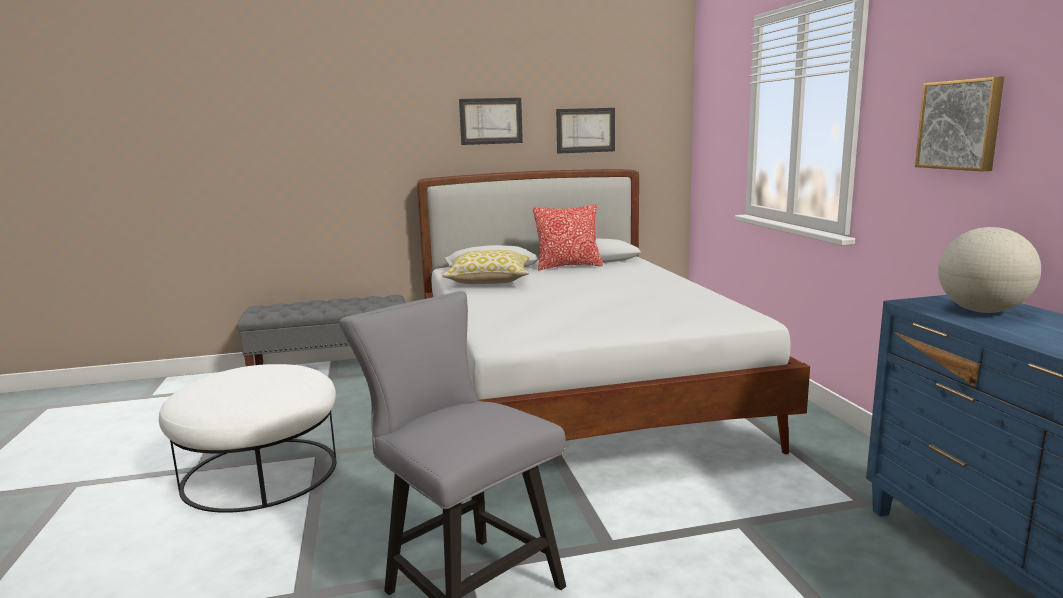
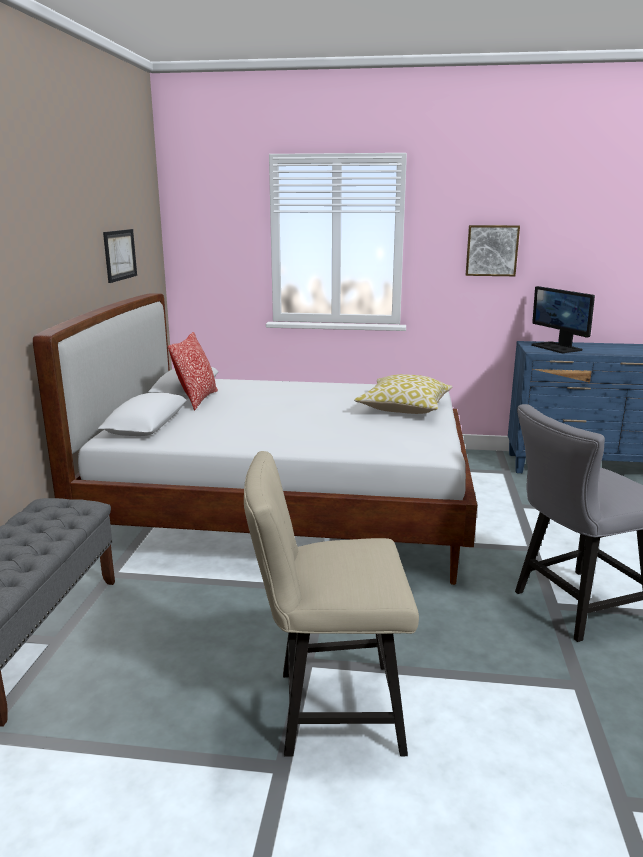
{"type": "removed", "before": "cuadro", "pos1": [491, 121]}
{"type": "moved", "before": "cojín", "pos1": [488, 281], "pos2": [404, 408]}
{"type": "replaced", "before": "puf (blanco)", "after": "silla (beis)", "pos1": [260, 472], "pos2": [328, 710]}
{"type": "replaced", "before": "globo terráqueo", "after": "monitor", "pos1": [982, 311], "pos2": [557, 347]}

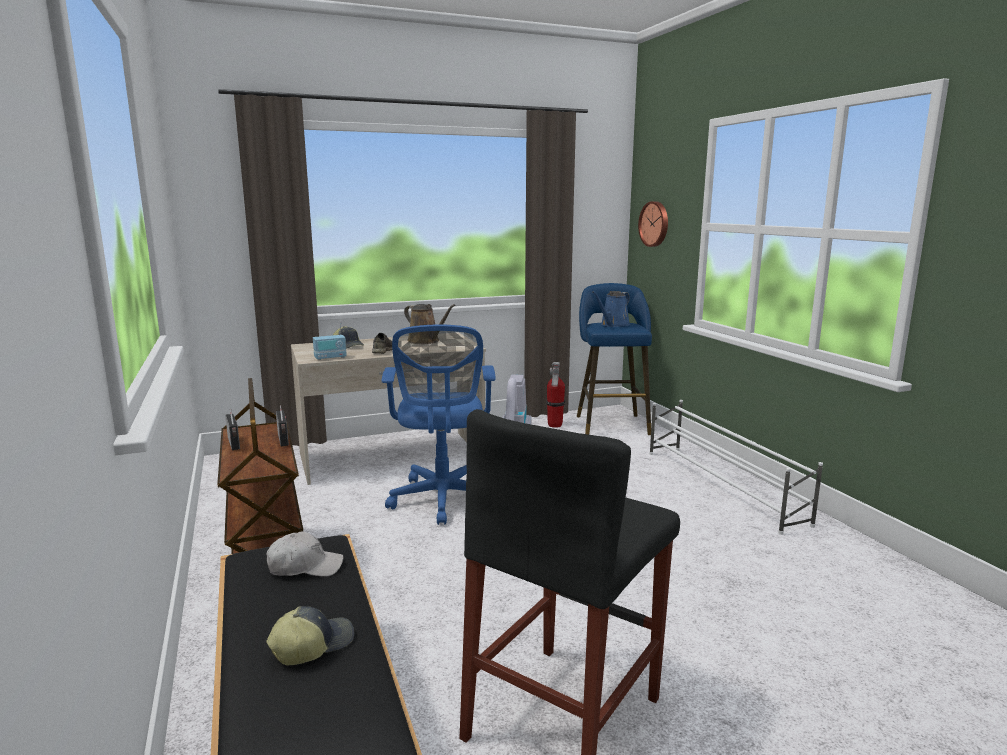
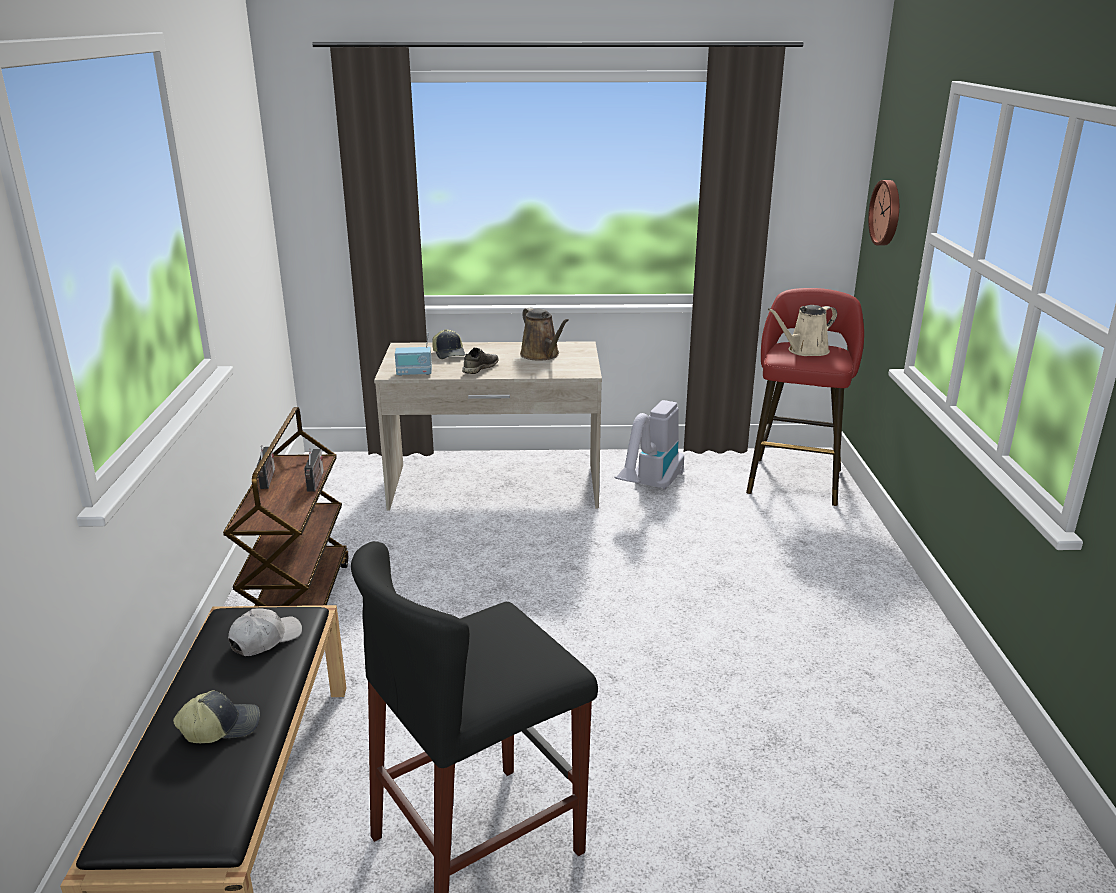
{"type": "removed", "before": "silla de oficina (azul)", "pos1": [442, 500]}
{"type": "removed", "before": "extintor", "pos1": [554, 425]}
{"type": "removed", "before": "zapatero (blanco)", "pos1": [721, 486]}
{"type": "recoloured", "before": "taburete (azul)", "after": "taburete (rojo)", "pos1": [611, 424], "pos2": [795, 478]}
{"type": "recoloured", "before": "regadera (azul)", "after": "regadera (beis)", "pos1": [613, 325], "pos2": [805, 351]}
{"type": "turned", "before": "gorra (blanco)", "pos1": [305, 566], "pos2": [265, 639], "turn": -60}

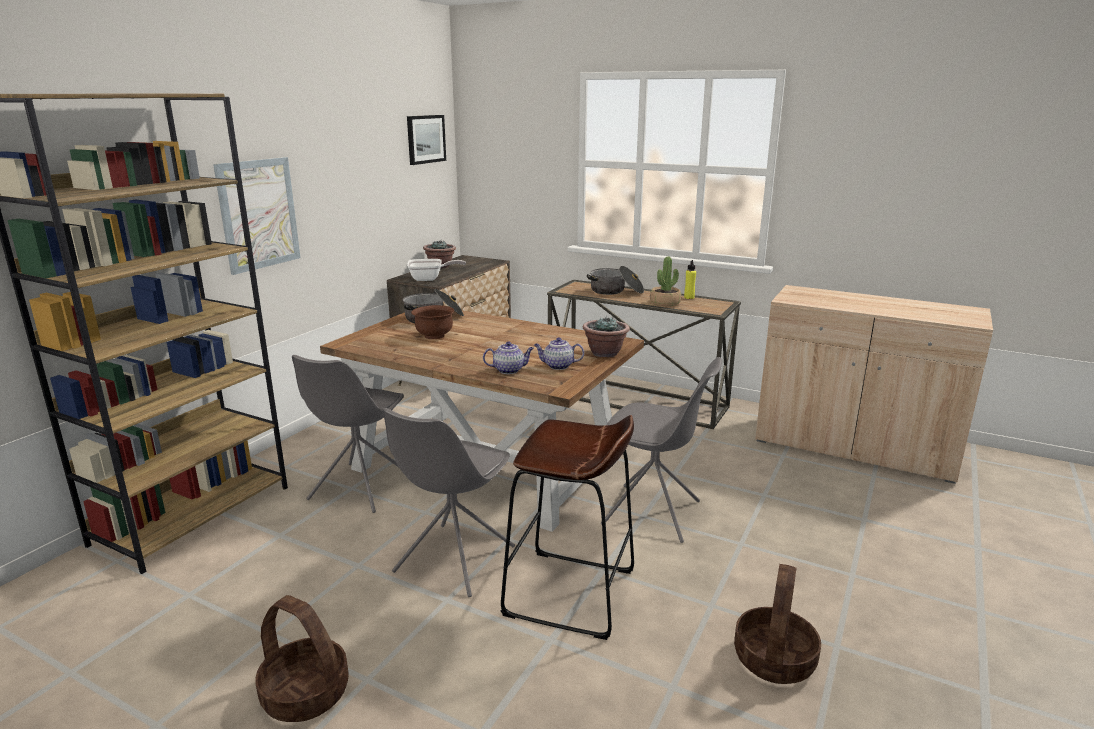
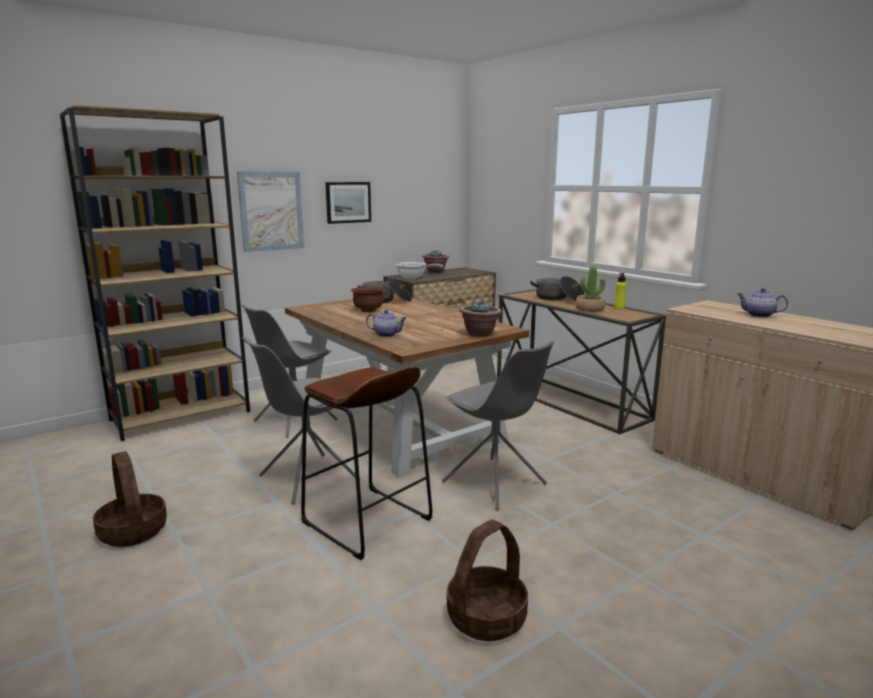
{"type": "moved", "before": "cuadro", "pos1": [425, 139], "pos2": [348, 202]}
{"type": "moved", "before": "tetera", "pos1": [558, 366], "pos2": [758, 315]}

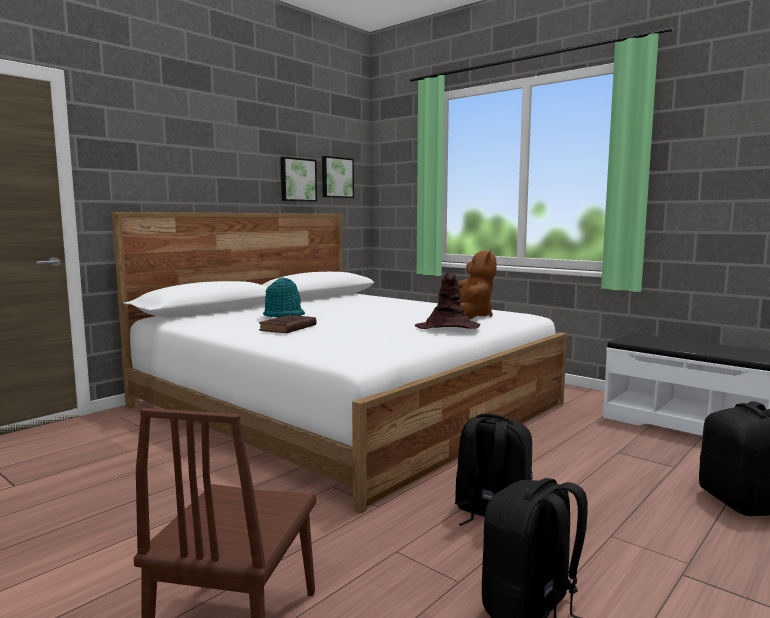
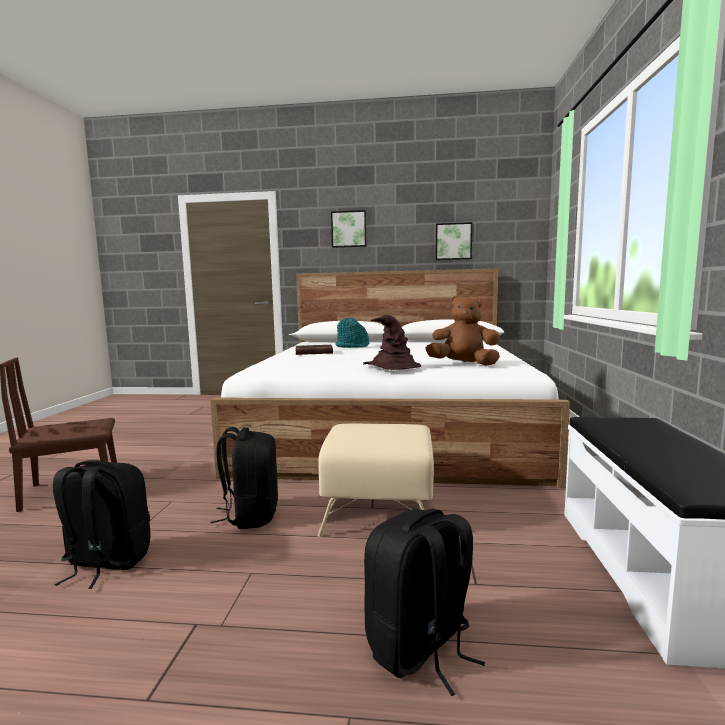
{"type": "added", "after": "puf (beis)", "pos2": [380, 511]}
{"type": "moved", "before": "cuadro", "pos1": [336, 177], "pos2": [349, 229]}
{"type": "turned", "before": "peluche (marrón)", "pos1": [471, 316], "pos2": [463, 364], "turn": -135}

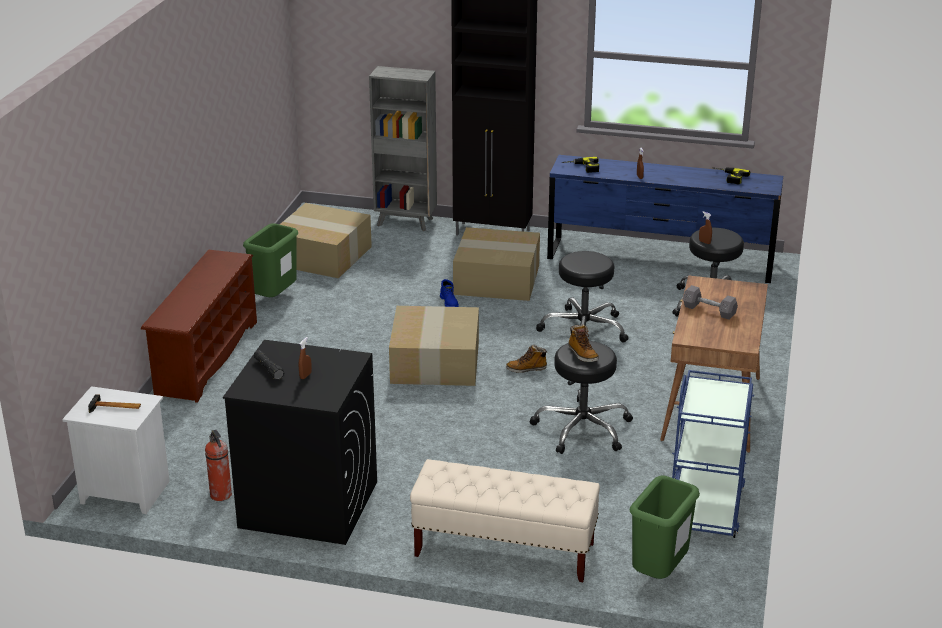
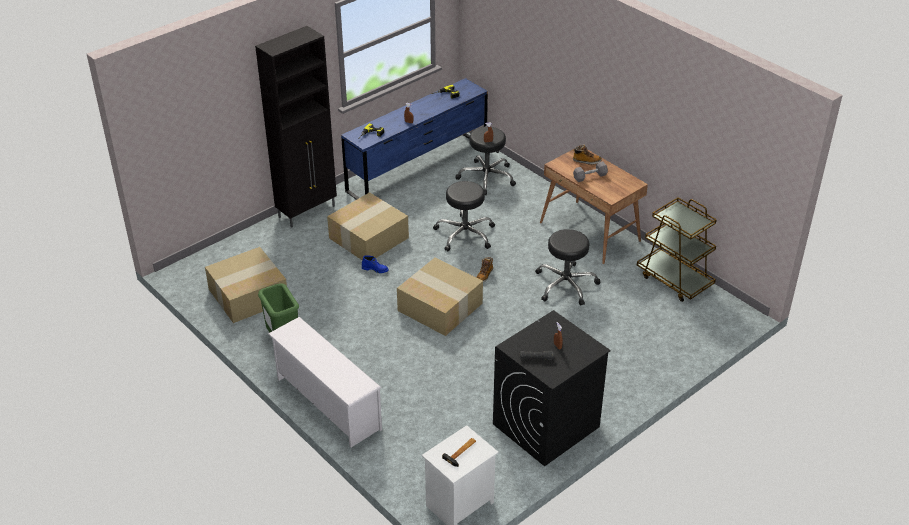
{"type": "removed", "before": "extintor", "pos1": [221, 495]}
{"type": "removed", "before": "estantería (gris)", "pos1": [406, 222]}
{"type": "removed", "before": "banco (beis)", "pos1": [504, 550]}
{"type": "removed", "before": "papelera (verde)", "pos1": [659, 574]}
{"type": "moved", "before": "bota", "pos1": [582, 354], "pos2": [586, 161]}
{"type": "recoloured", "before": "zapatero (marrón)", "after": "zapatero (blanco)", "pos1": [206, 357], "pos2": [326, 404]}
{"type": "recoloured", "before": "carrito (azul)", "after": "carrito (marrón)", "pos1": [705, 507], "pos2": [674, 280]}

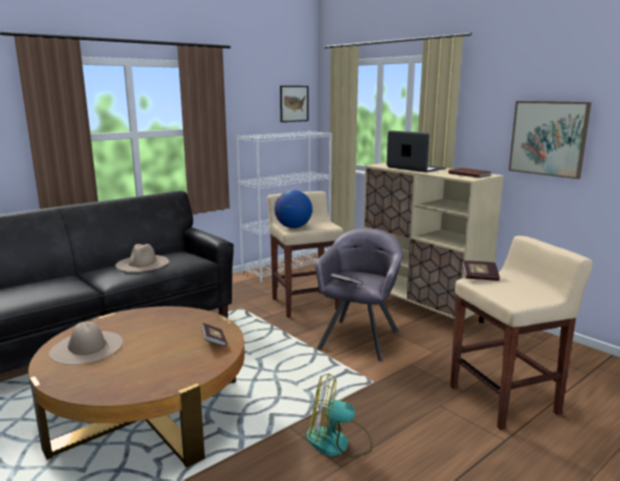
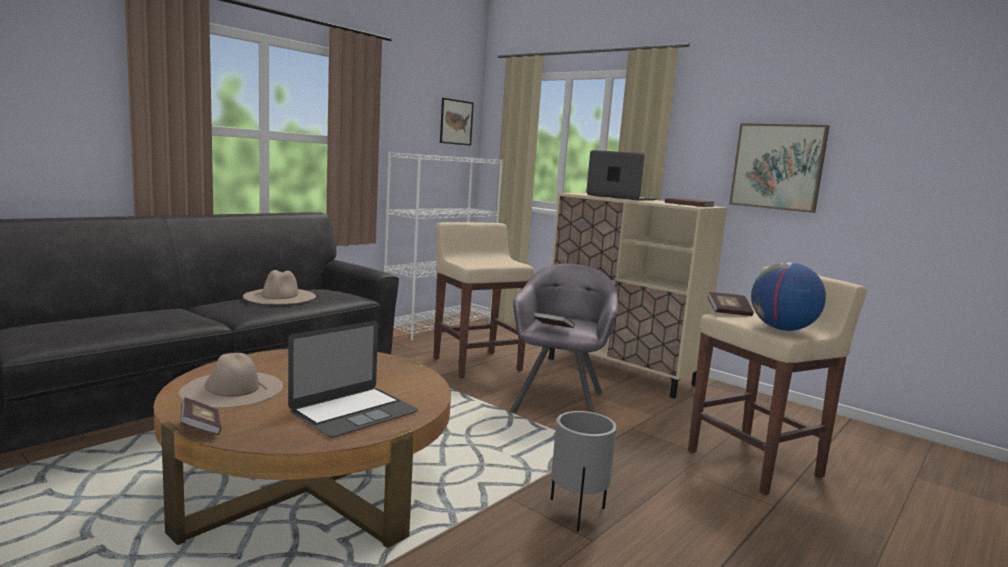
{"type": "added", "after": "portátil", "pos2": [354, 411]}
{"type": "moved", "before": "libro", "pos1": [214, 341], "pos2": [201, 428]}
{"type": "moved", "before": "globo terráqueo", "pos1": [293, 227], "pos2": [782, 329]}
{"type": "replaced", "before": "ventilador", "after": "maceta (gris)", "pos1": [338, 442], "pos2": [577, 513]}

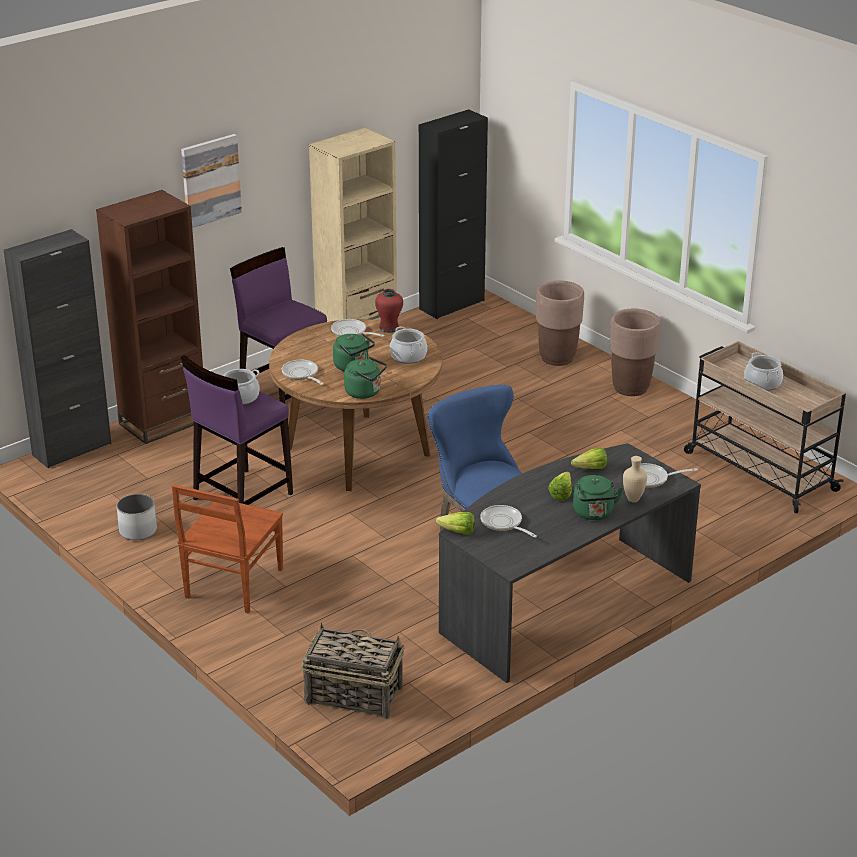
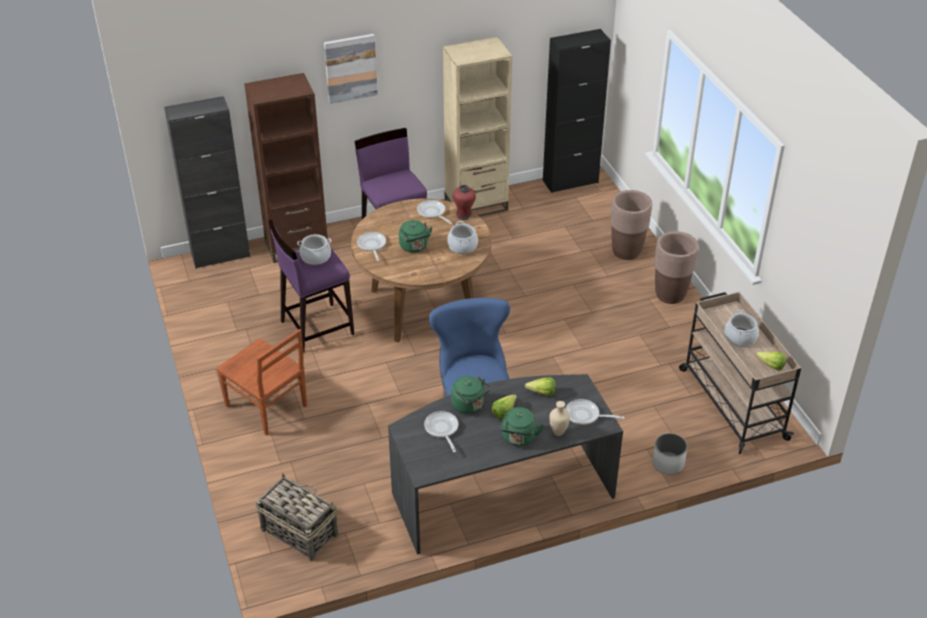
{"type": "moved", "before": "maceta (blanco)", "pos1": [138, 531], "pos2": [668, 463]}
{"type": "moved", "before": "hervidor (verde)", "pos1": [365, 392], "pos2": [469, 406]}
{"type": "moved", "before": "lechuga", "pos1": [455, 531], "pos2": [769, 365]}
{"type": "turned", "before": "silla (marrón)", "pos1": [233, 585], "pos2": [267, 407], "turn": -90}

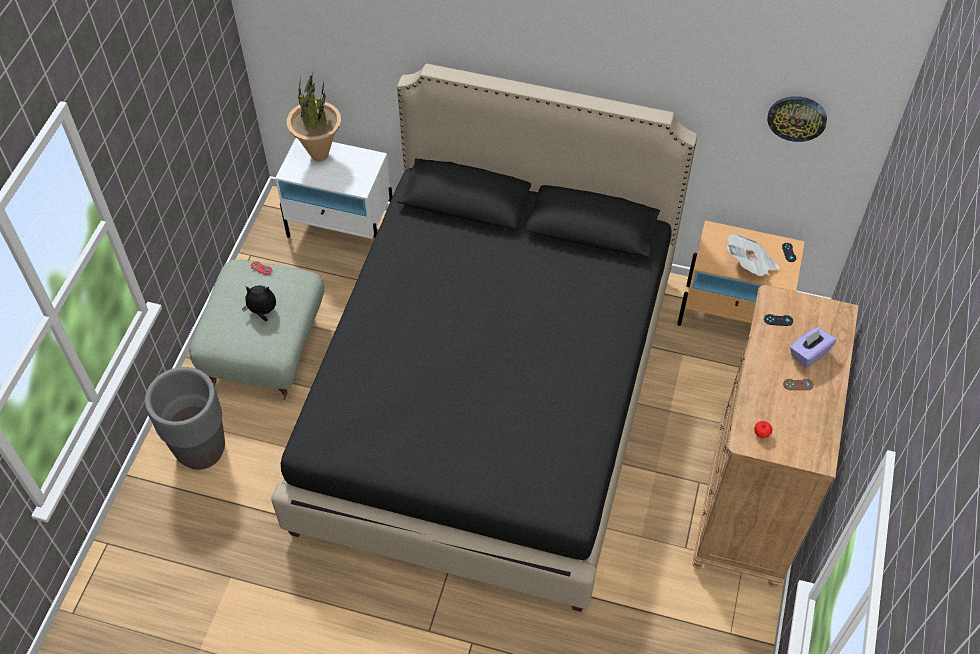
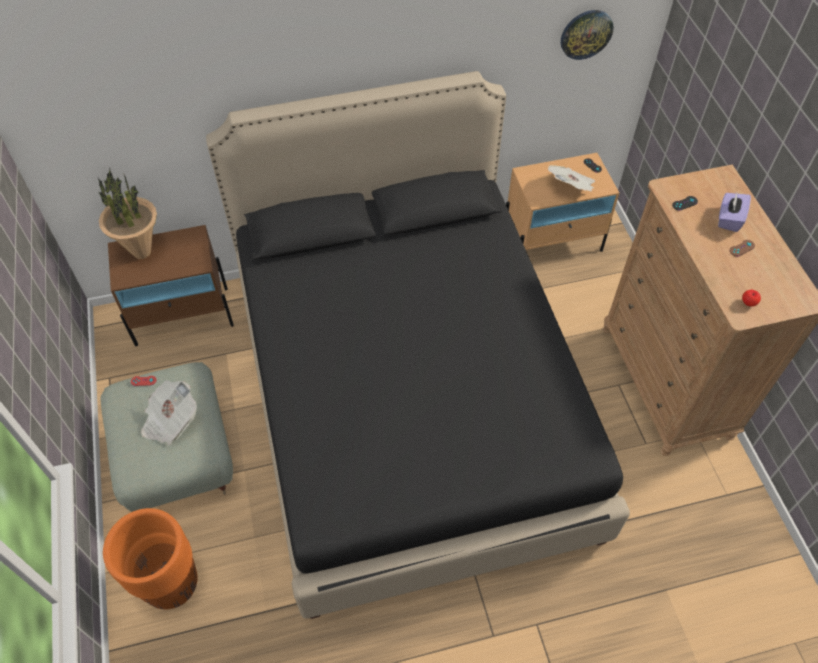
{"type": "replaced", "before": "peluche", "after": "periódico", "pos1": [262, 311], "pos2": [171, 421]}
{"type": "recoloured", "before": "maceta (gris)", "after": "maceta (naranja)", "pos1": [201, 450], "pos2": [172, 584]}
{"type": "recoloured", "before": "mesita de noche (blanco)", "after": "mesita de noche (marrón)", "pos1": [341, 229], "pos2": [183, 316]}

